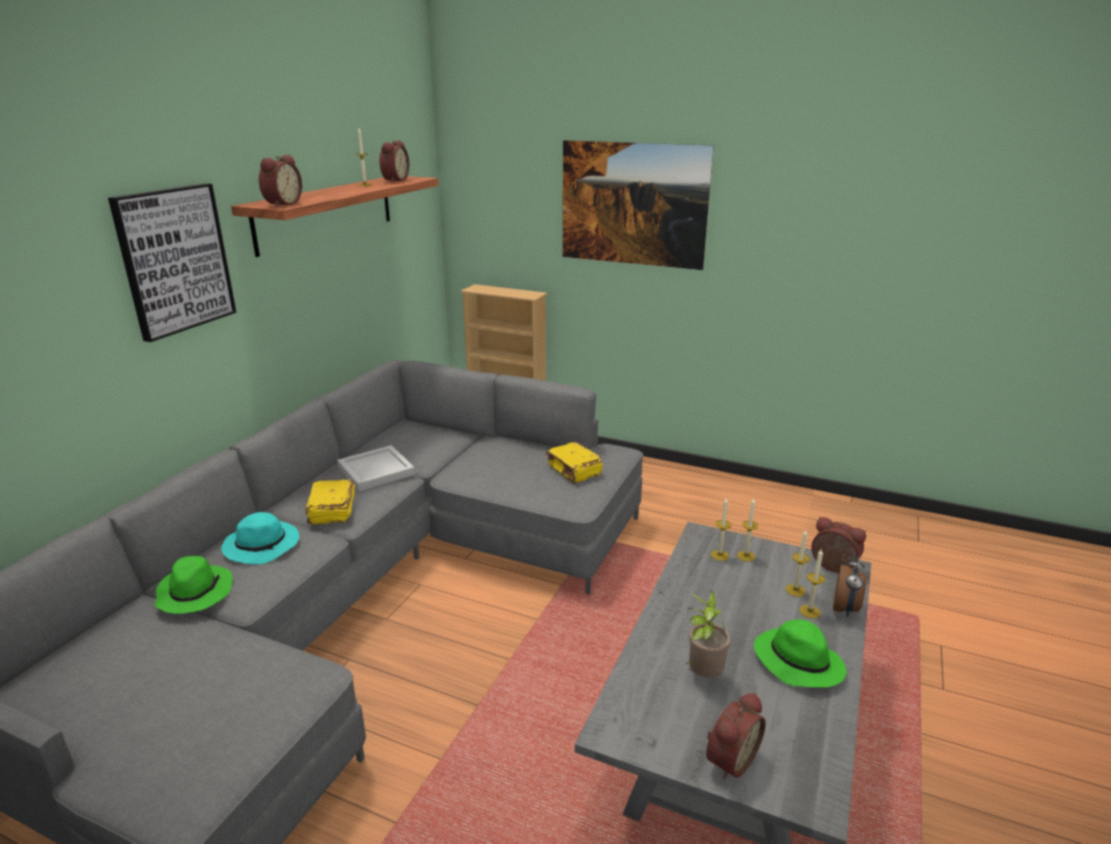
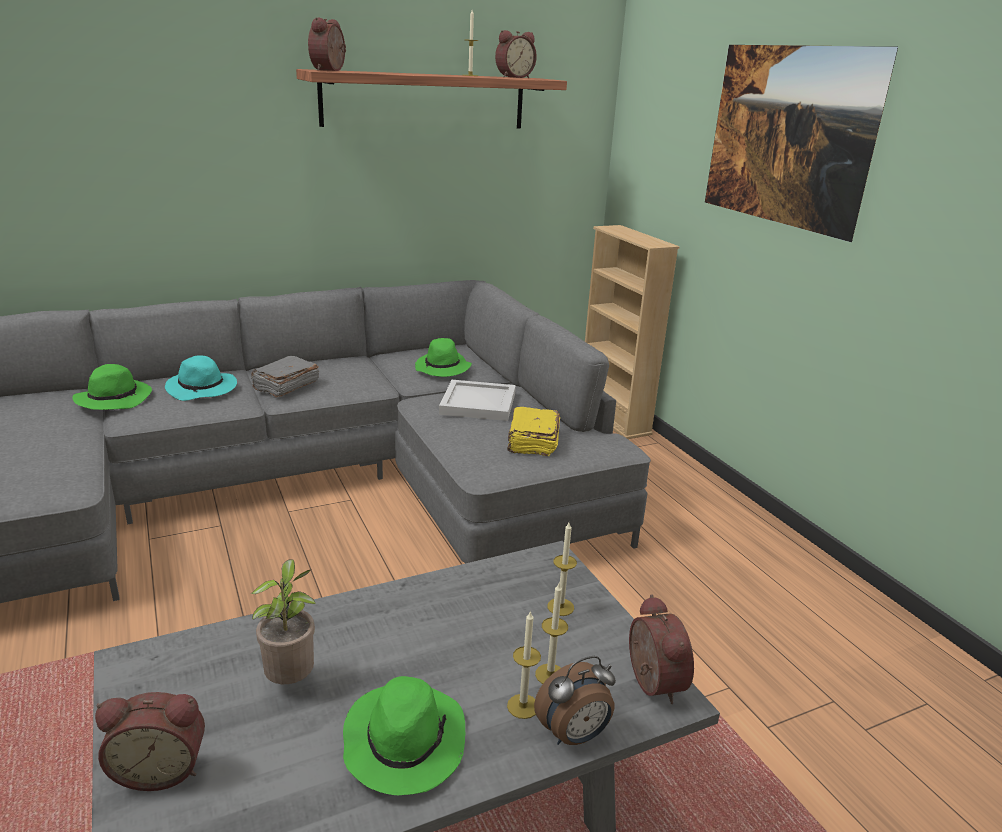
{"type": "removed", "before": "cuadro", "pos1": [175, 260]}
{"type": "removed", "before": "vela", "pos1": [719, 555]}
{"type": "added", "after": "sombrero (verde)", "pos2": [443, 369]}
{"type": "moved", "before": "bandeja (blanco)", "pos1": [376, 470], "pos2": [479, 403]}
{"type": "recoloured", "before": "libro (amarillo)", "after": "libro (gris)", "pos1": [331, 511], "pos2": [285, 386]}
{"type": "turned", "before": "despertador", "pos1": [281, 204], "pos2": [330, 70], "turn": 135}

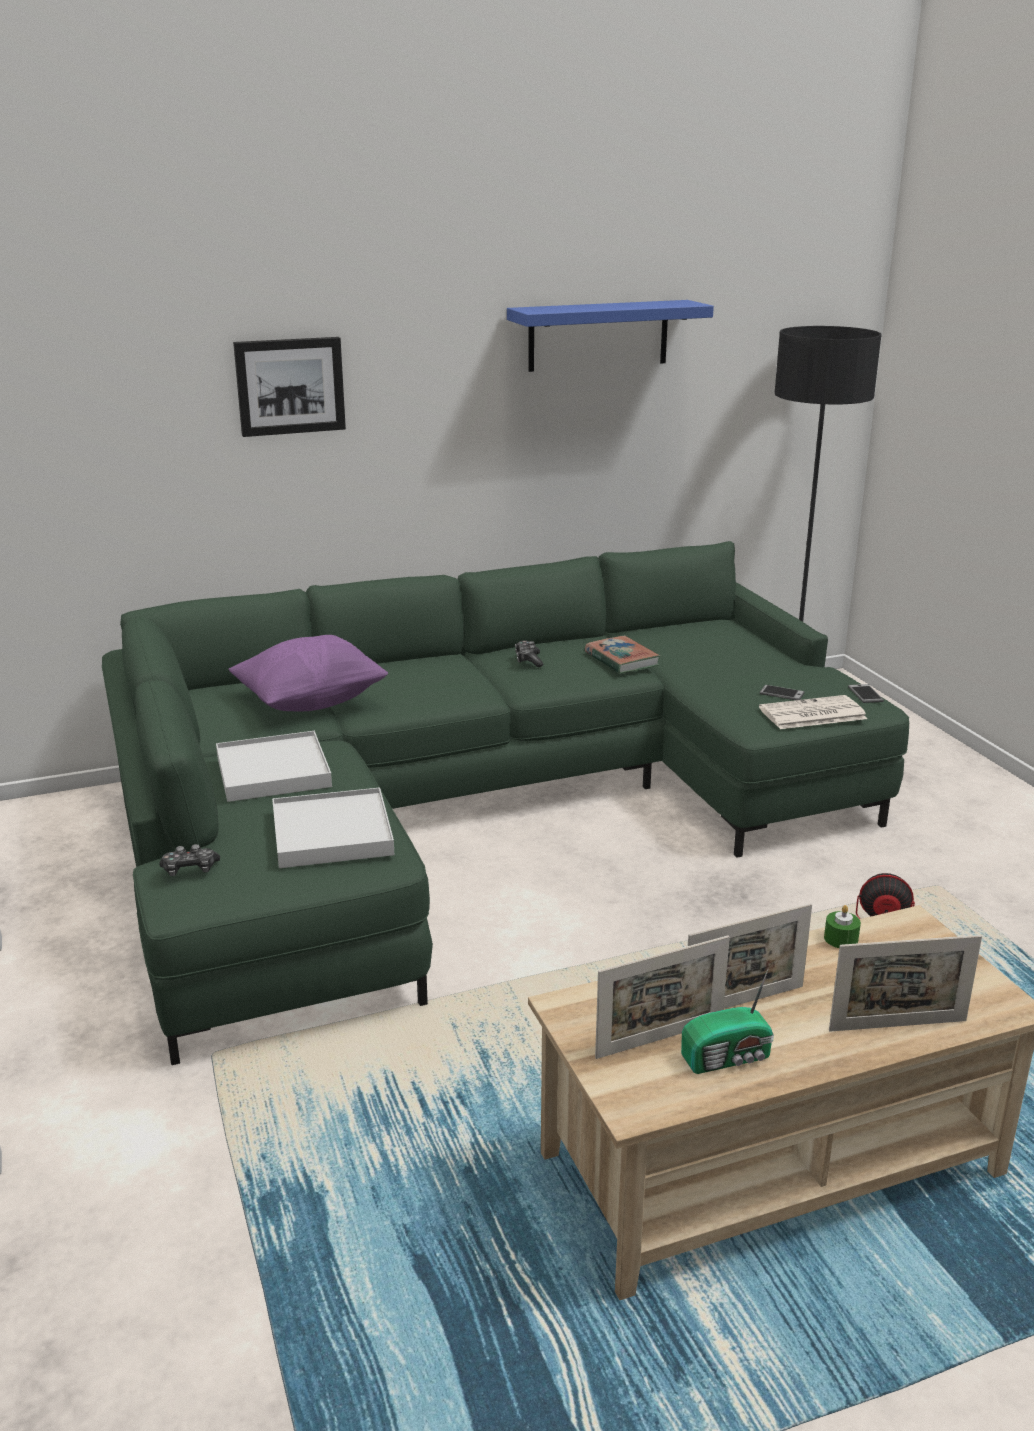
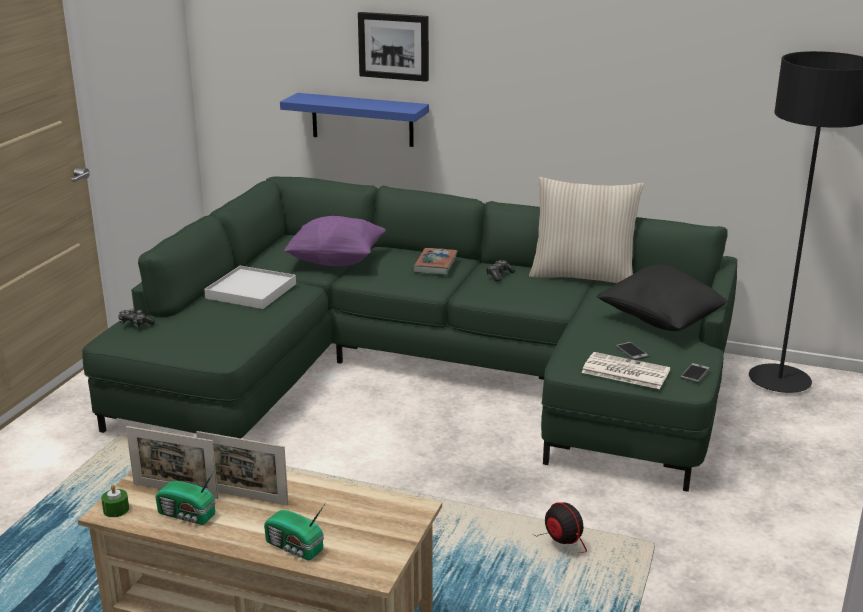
{"type": "removed", "before": "bandeja (blanco)", "pos1": [331, 833]}
{"type": "added", "after": "cojín (beis)", "pos2": [582, 276]}
{"type": "added", "after": "cojín (negro)", "pos2": [660, 321]}
{"type": "moved", "before": "estante (azul)", "pos1": [598, 335], "pos2": [362, 120]}
{"type": "moved", "before": "libro", "pos1": [621, 659], "pos2": [435, 265]}
{"type": "moved", "before": "vela (verde)", "pos1": [841, 939], "pos2": [116, 509]}
{"type": "replaced", "before": "portarretratos", "after": "radio", "pos1": [897, 1025], "pos2": [295, 548]}

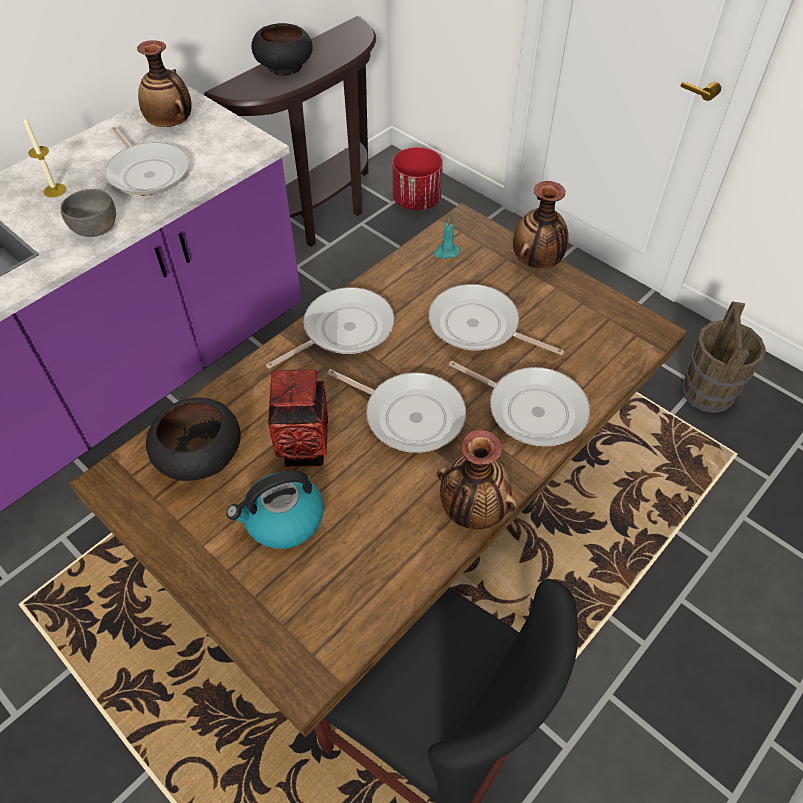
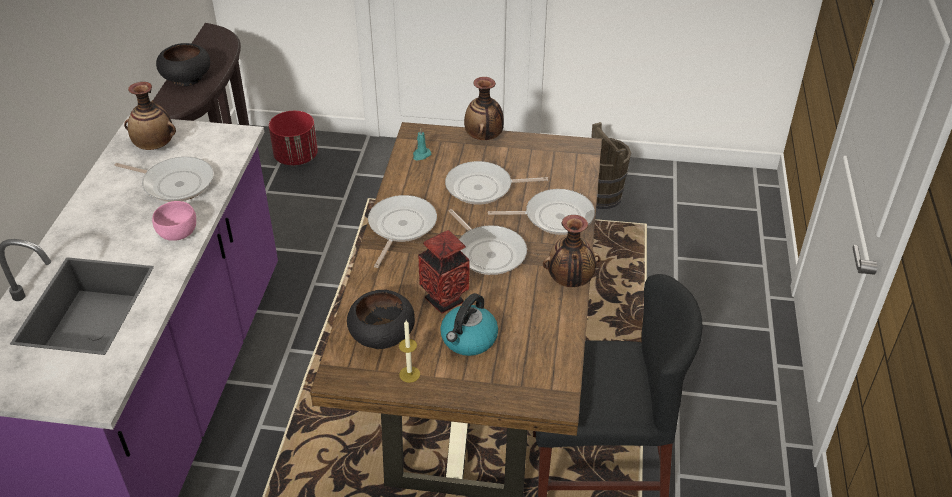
{"type": "moved", "before": "vela", "pos1": [55, 190], "pos2": [409, 374]}
{"type": "recoloured", "before": "cuenco (gris)", "after": "cuenco (rosa)", "pos1": [94, 228], "pos2": [177, 233]}
{"type": "turned", "before": "sartén", "pos1": [409, 415], "pos2": [488, 252], "turn": 60}

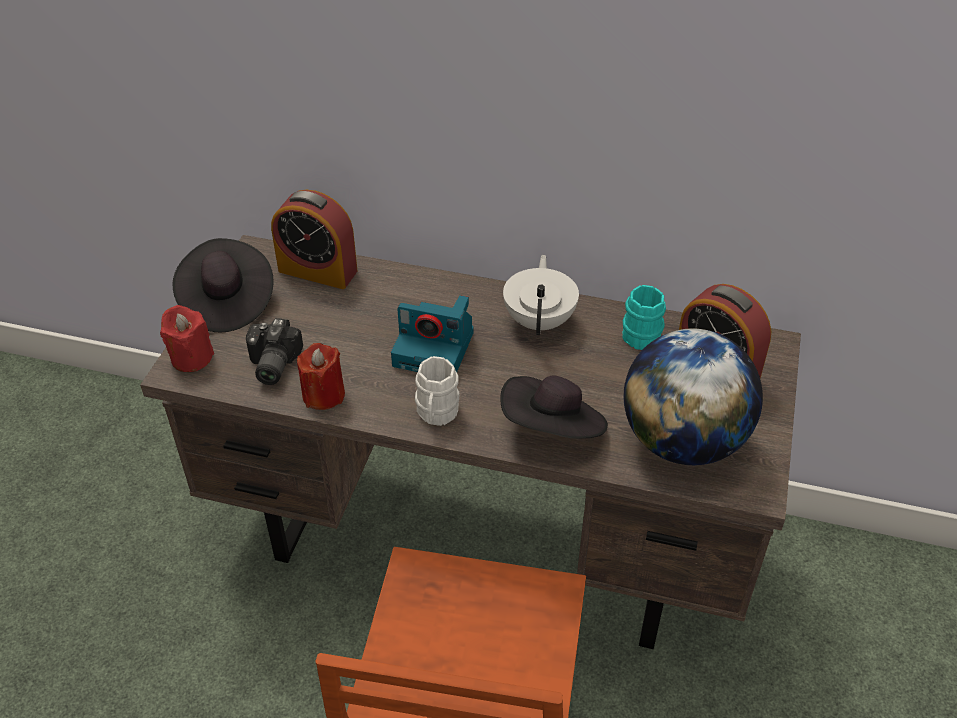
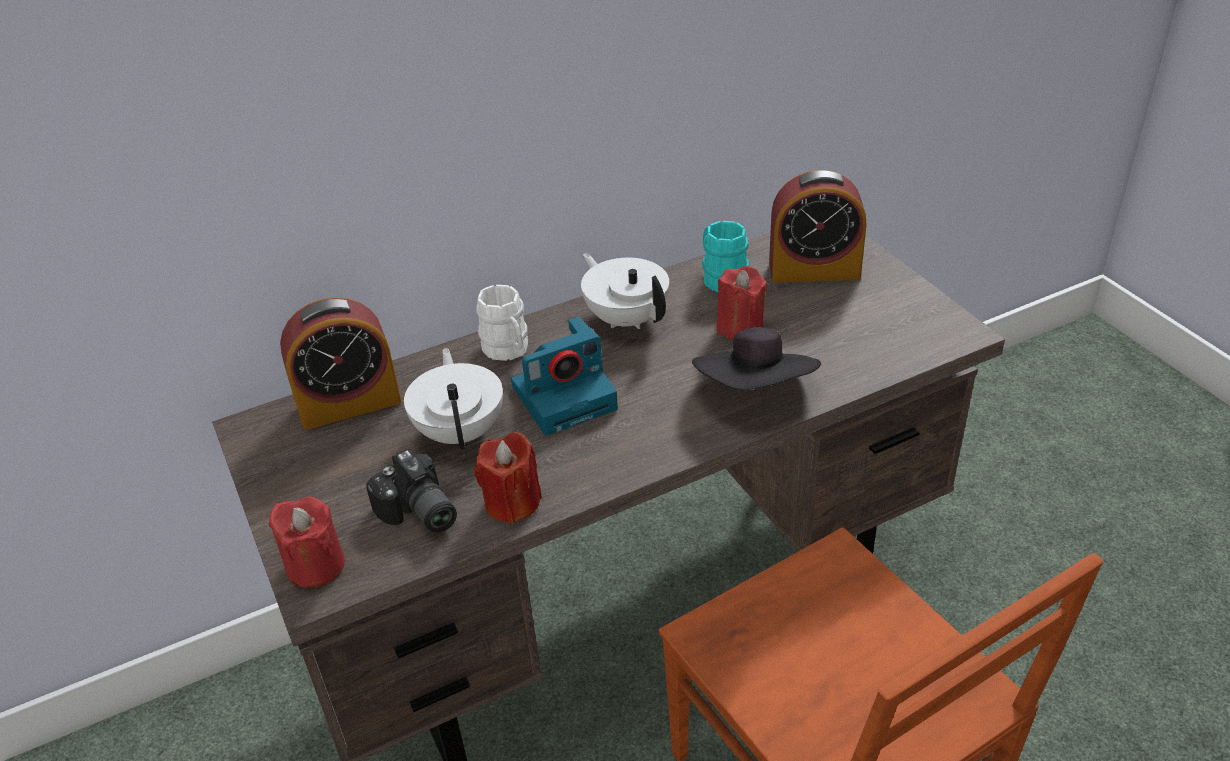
{"type": "removed", "before": "sombrero (negro)", "pos1": [226, 302]}
{"type": "removed", "before": "globo terráqueo", "pos1": [683, 441]}
{"type": "added", "after": "tetera (blanco)", "pos2": [461, 431]}
{"type": "added", "after": "vela (rojo)", "pos2": [740, 326]}
{"type": "moved", "before": "taza grande (blanco)", "pos1": [436, 414], "pos2": [508, 350]}

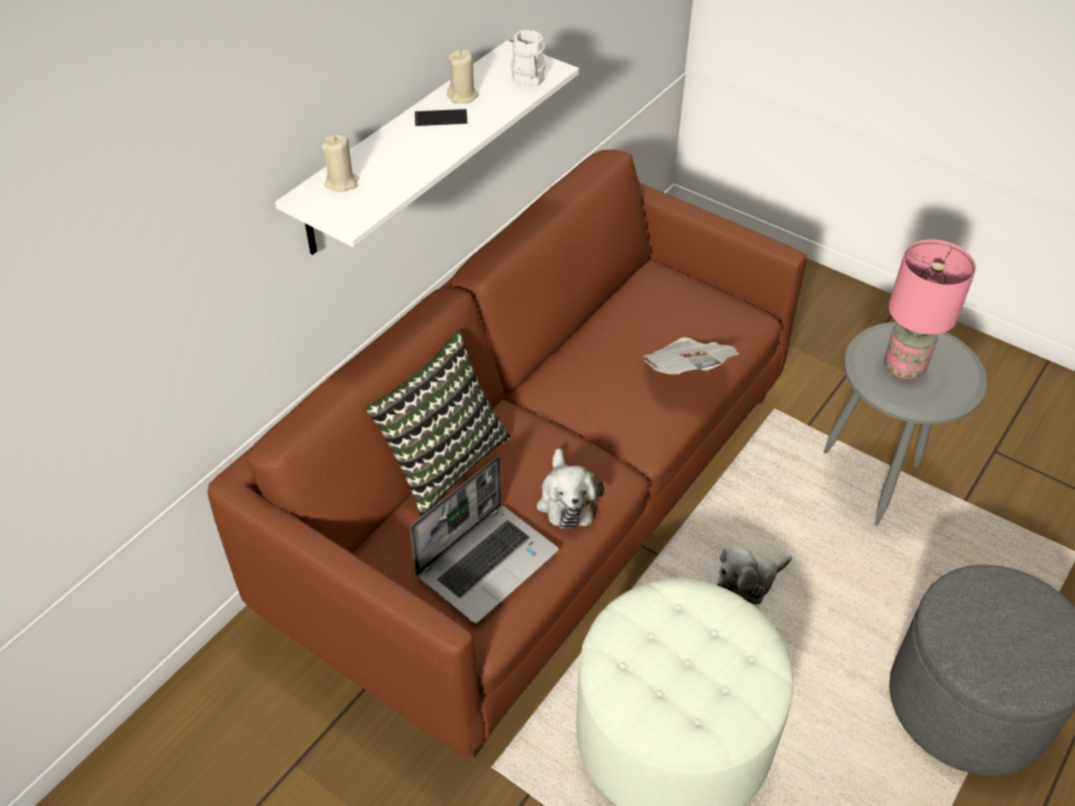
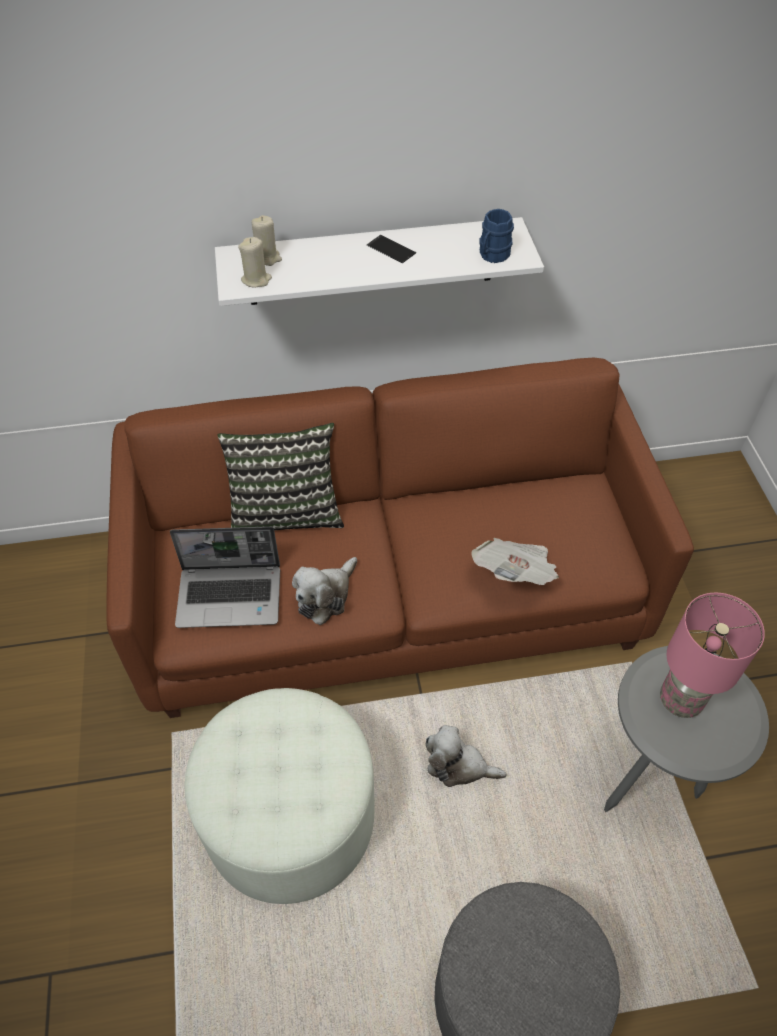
{"type": "moved", "before": "vela (beis)", "pos1": [463, 96], "pos2": [256, 280]}
{"type": "recoloured", "before": "taza grande (blanco)", "after": "taza grande (azul)", "pos1": [529, 80], "pos2": [492, 256]}

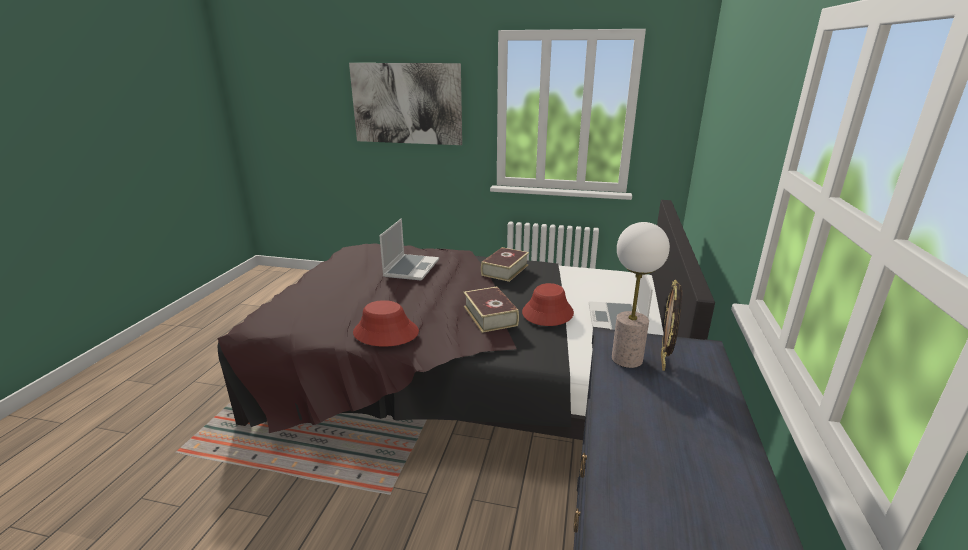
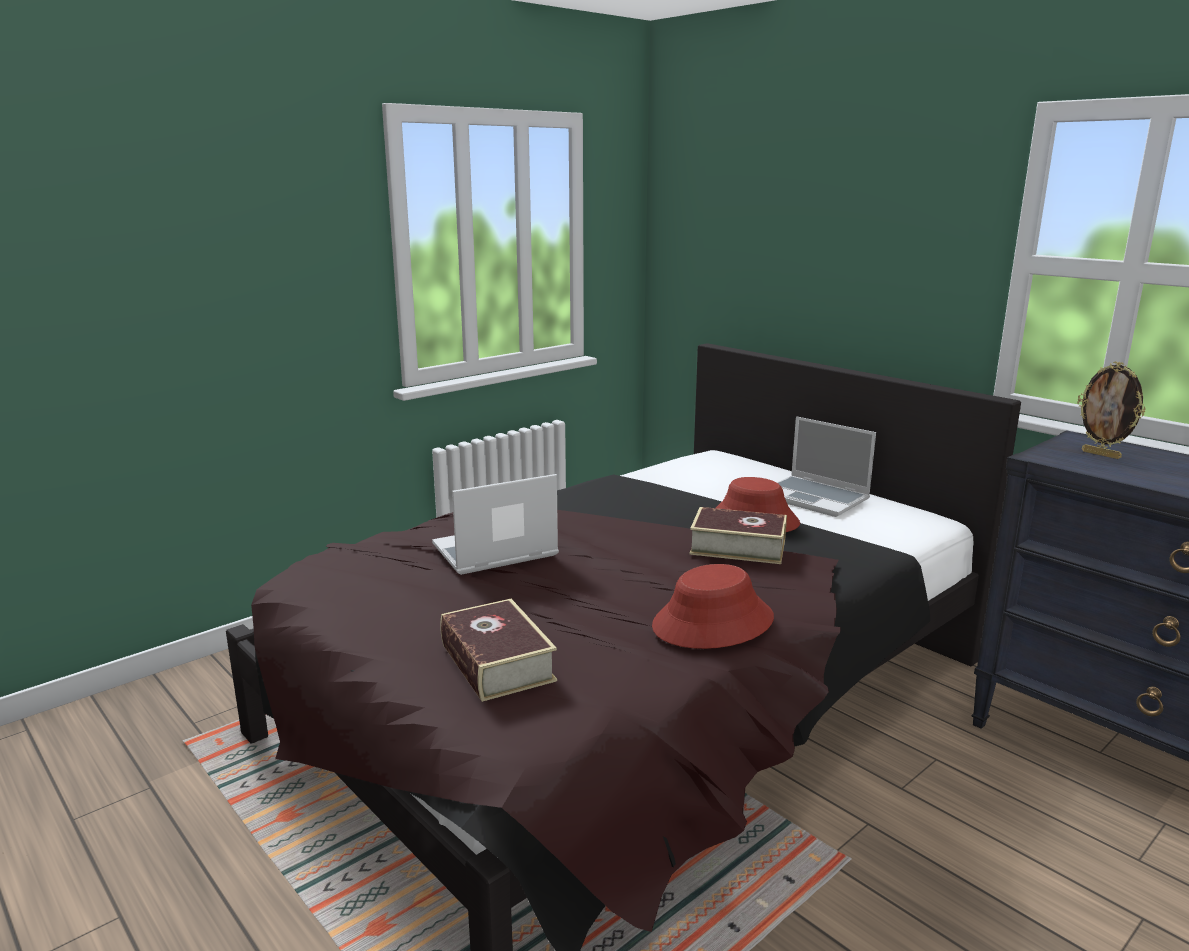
{"type": "removed", "before": "cuadro", "pos1": [406, 104]}
{"type": "removed", "before": "lámpara de mesa", "pos1": [627, 359]}
{"type": "moved", "before": "libro", "pos1": [505, 270], "pos2": [497, 662]}
{"type": "turned", "before": "portátil", "pos1": [411, 268], "pos2": [494, 552], "turn": -75}

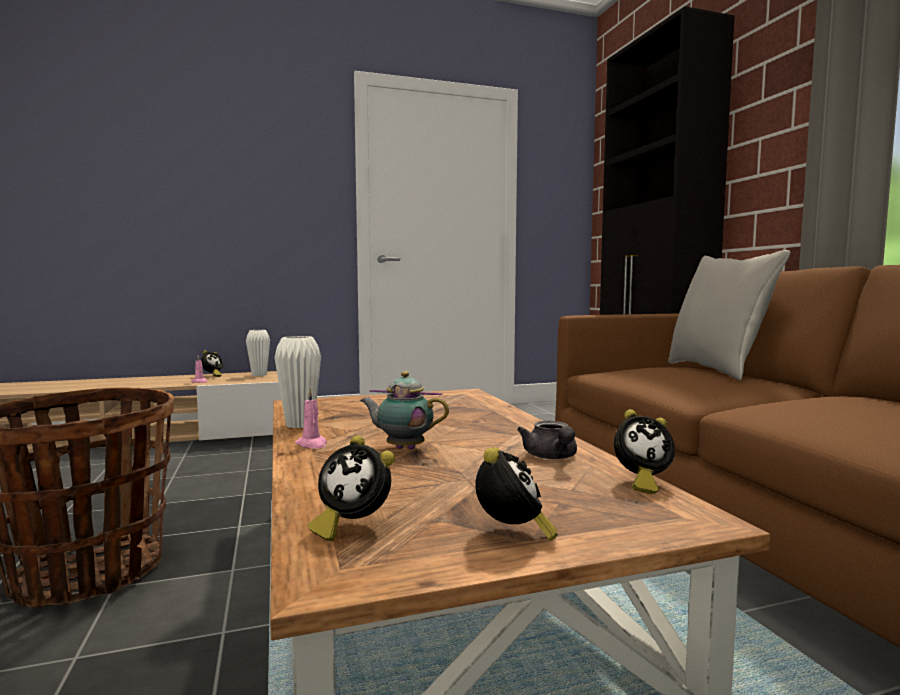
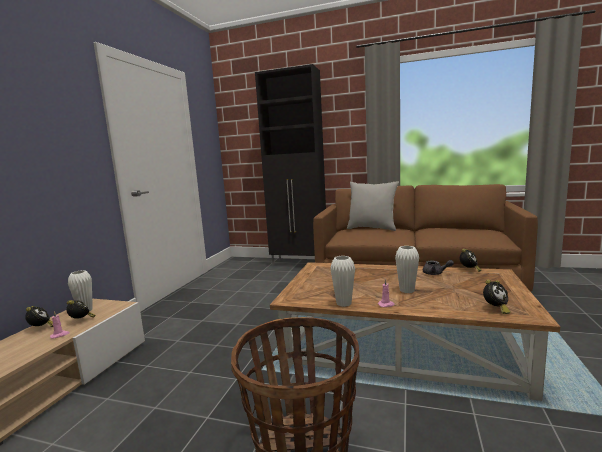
{"type": "moved", "before": "despertador", "pos1": [512, 534], "pos2": [81, 320]}
{"type": "replaced", "before": "tetera", "after": "florero (blanco)", "pos1": [403, 448], "pos2": [407, 290]}

